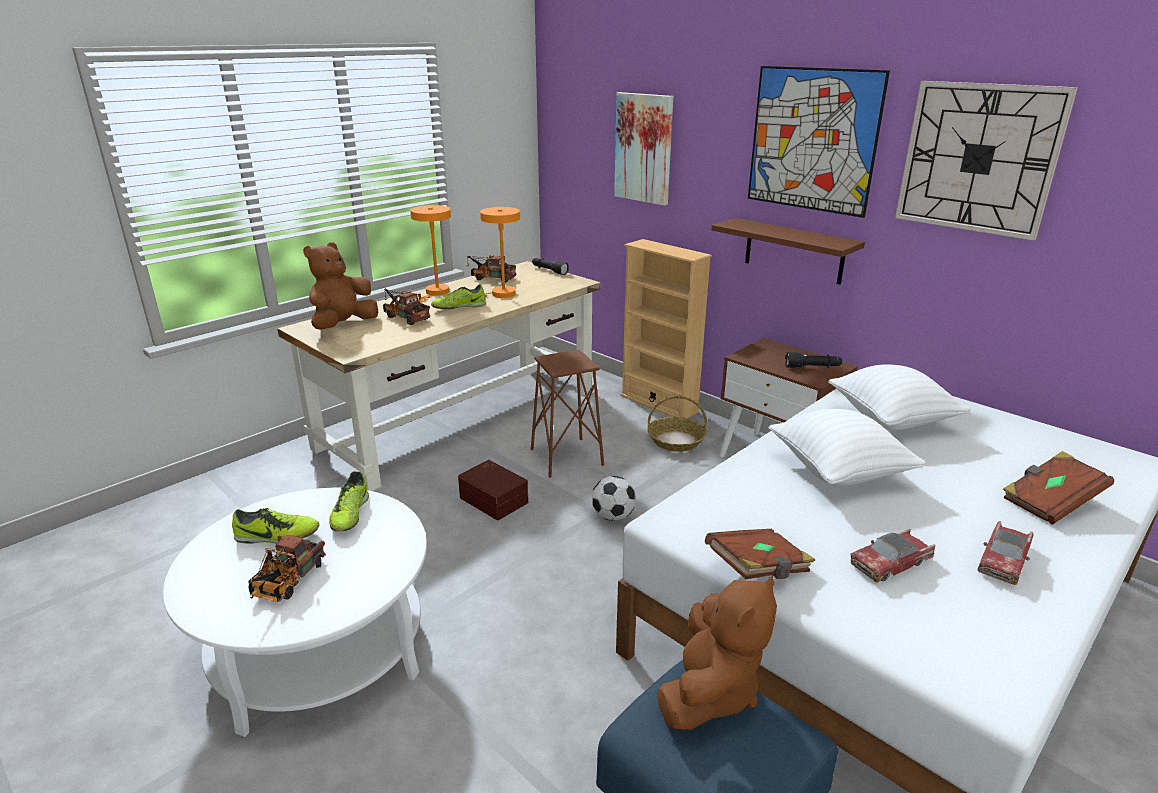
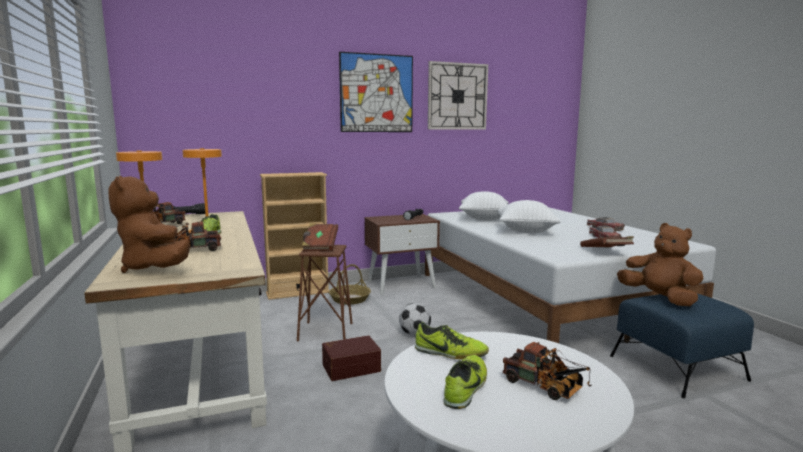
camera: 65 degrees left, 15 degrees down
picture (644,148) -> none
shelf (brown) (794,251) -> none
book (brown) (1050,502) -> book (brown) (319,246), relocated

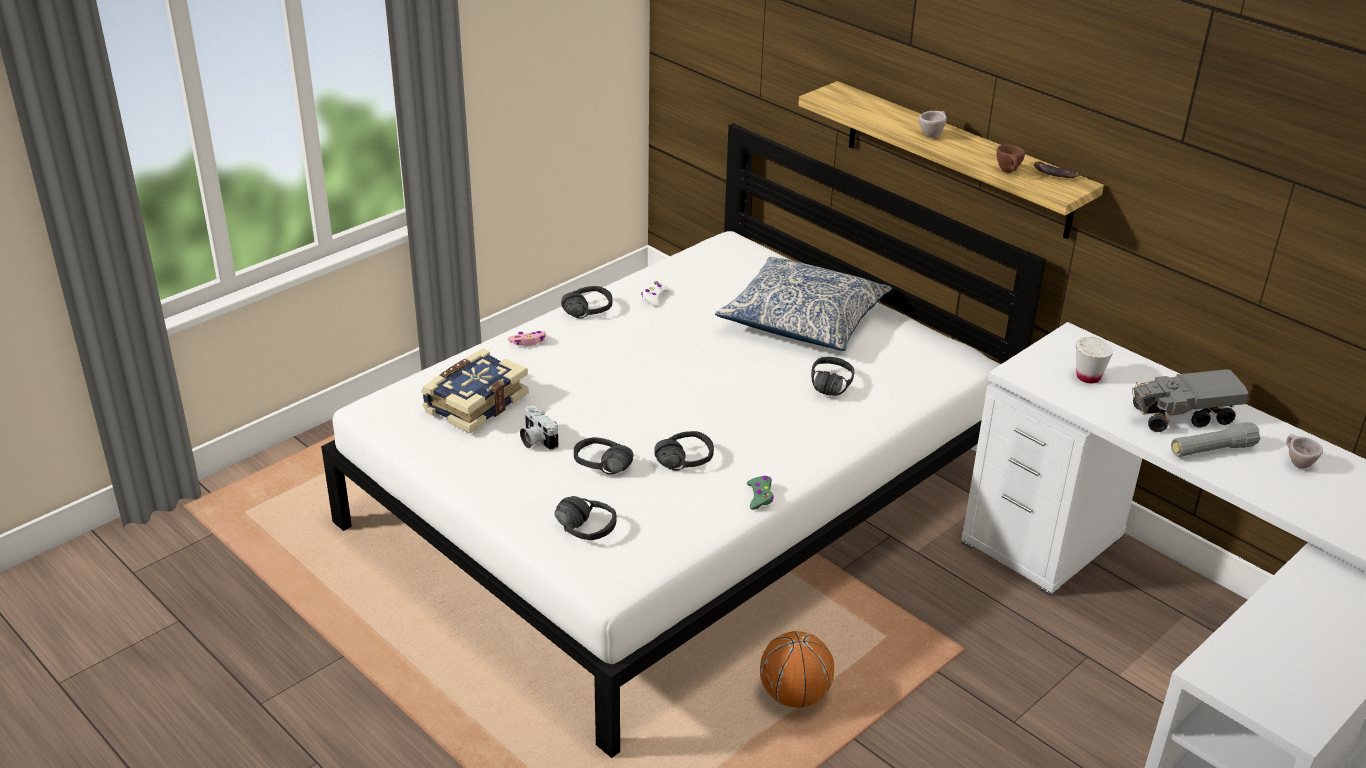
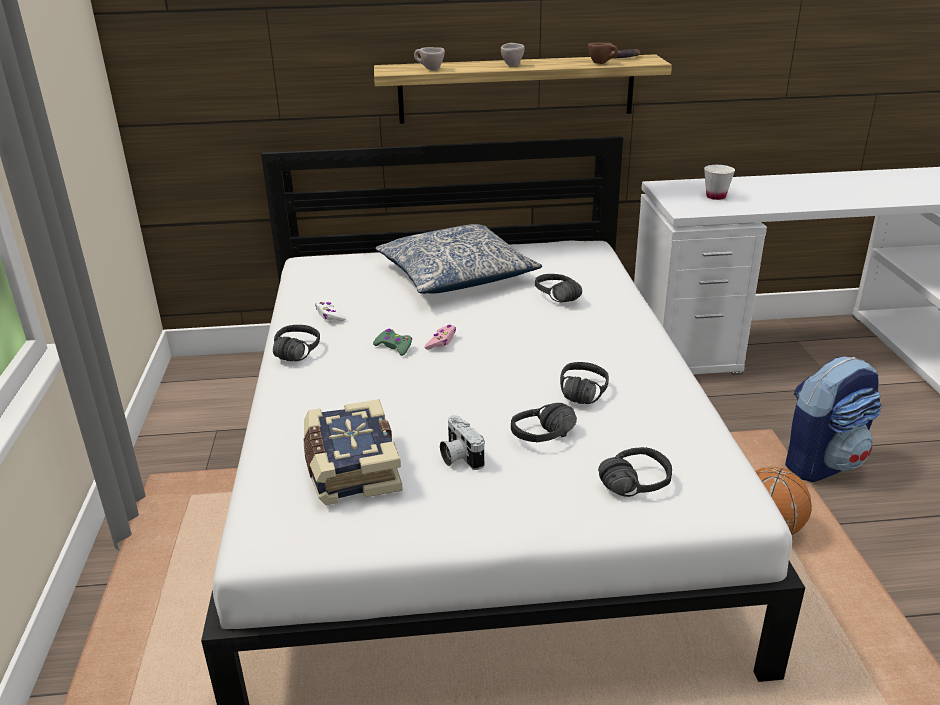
camera: 50 degrees left, 5 degrees down
game controller (pink) (528,342) -> game controller (pink) (441,342), relocated
photo camera (536,440) -> photo camera (458,456), 60 degrees clockwise
game controller (green) (760,496) -> game controller (green) (394,347), relocated
toy truck (1181,416) -> none
flashlight (grey) (1212,450) -> none
cup (beige) (1296,463) -> cup (beige) (429,69), relocated
none -> backpack (822,462)

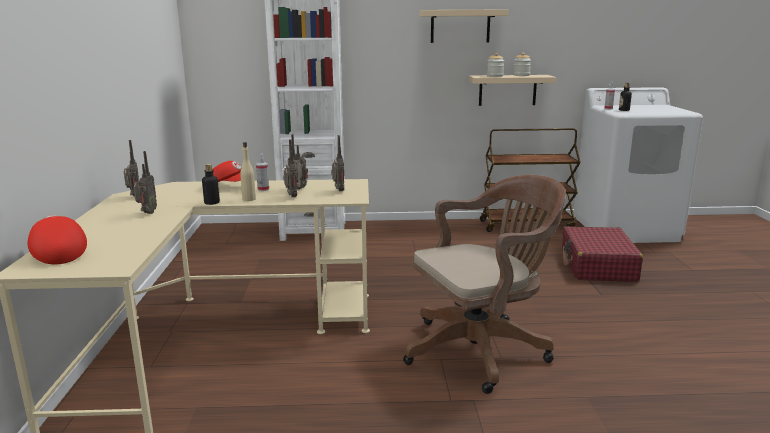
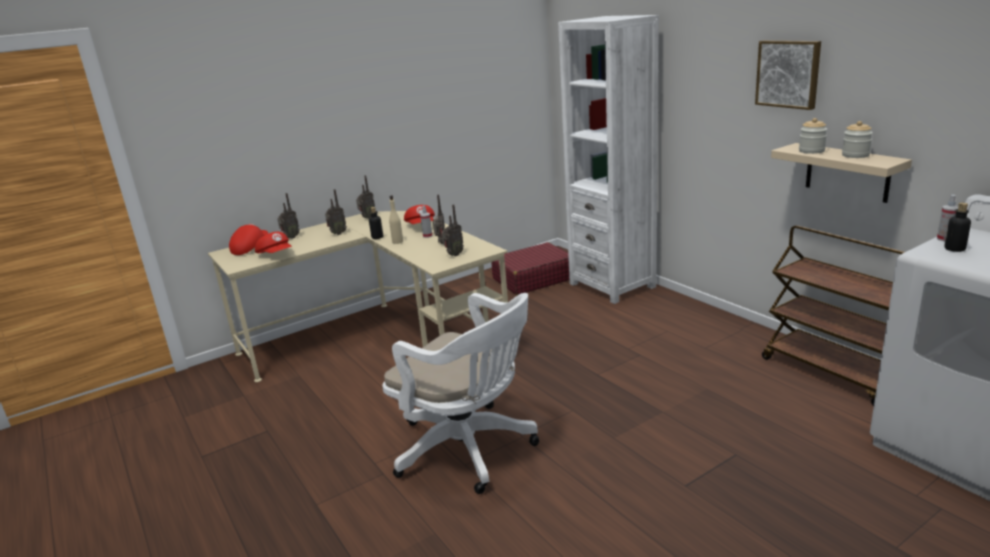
camera: 60 degrees right, 5 degrees up
radio (291,197) -> radio (290,238), relocated
office chair (brown) (481,349) -> office chair (white) (470,450)
shelf (beige) (460,26) -> picture (788,73)
suitcase (red) (597,266) -> suitcase (red) (533,279), relocated
none -> cap (red) (276,254)

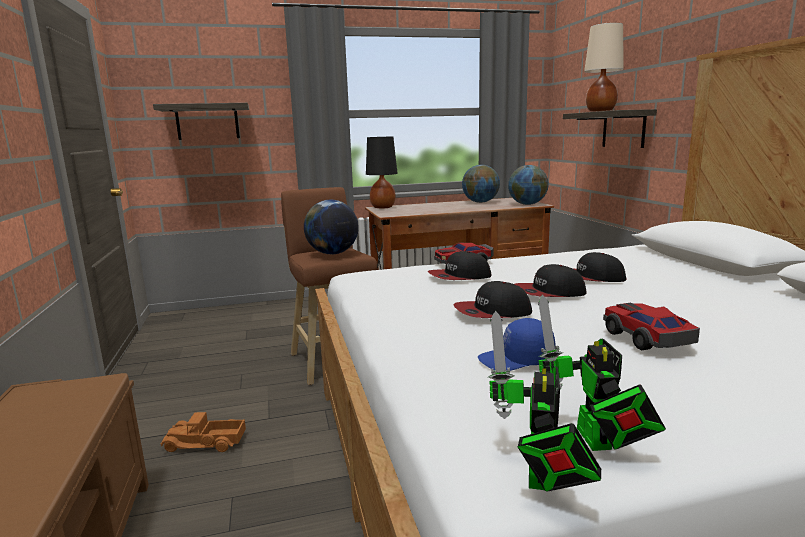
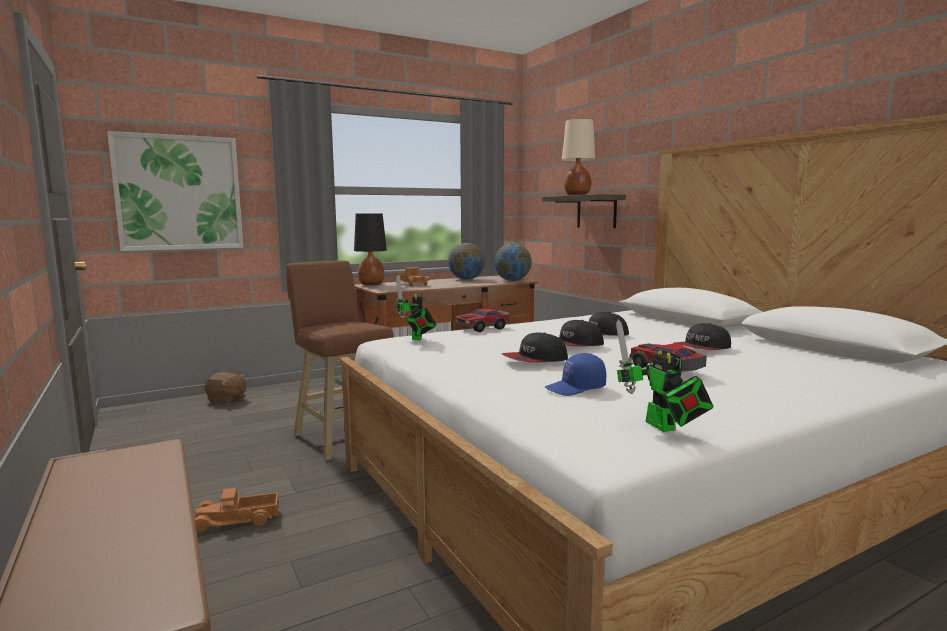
camera: 15 degrees left, 5 degrees down
shelf (207,122) -> picture (179,193)
globe (332,253) -> none
cap (459,277) -> cap (702,348), relocated
toy robot (539,480) -> toy robot (416,339), relocated
none -> plush toy (brown) (227,400)
none -> toy truck (412,284)

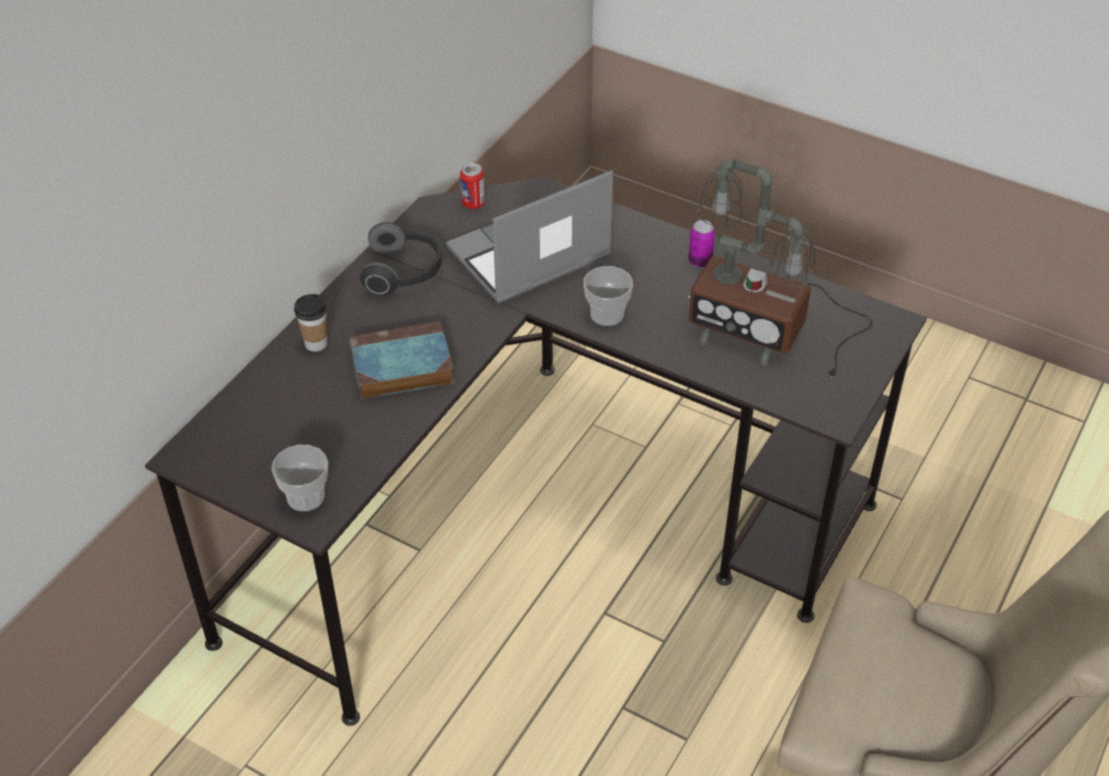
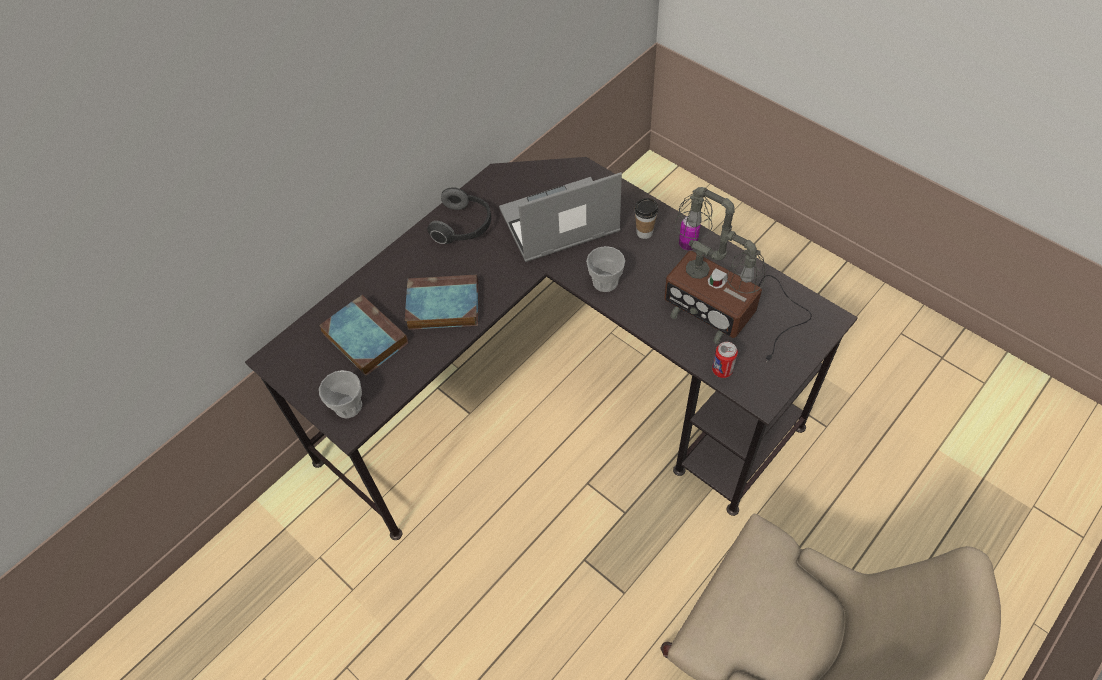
camera: 15 degrees right, 10 degrees up
cup (316,343) -> cup (644,232), relocated
can (473,204) -> can (722,370), relocated
none -> book (363,338)

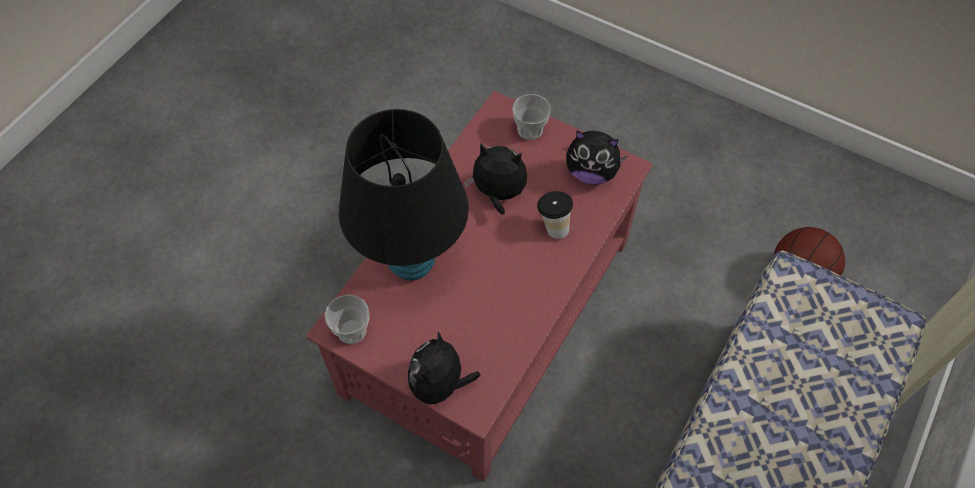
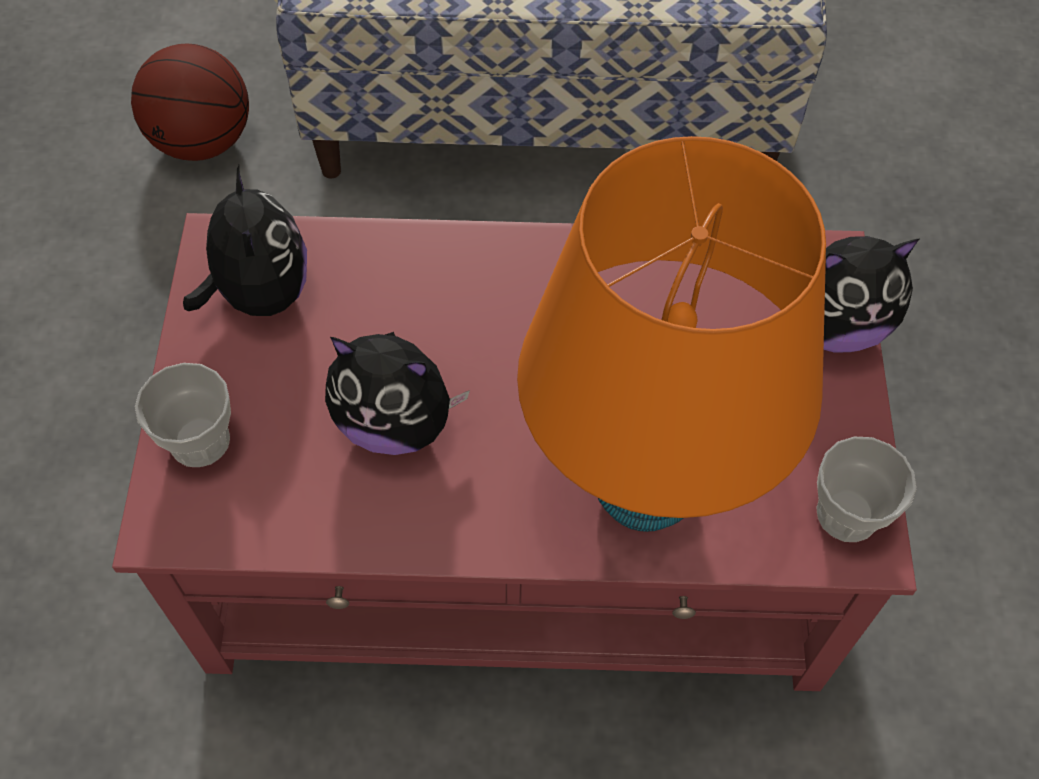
camera: 120 degrees left, 0 degrees up
table lamp (black) (411,262) -> table lamp (orange) (644,492)
plush toy (498,193) -> plush toy (396,422), 60 degrees counterclockwise
cup (553,226) -> none

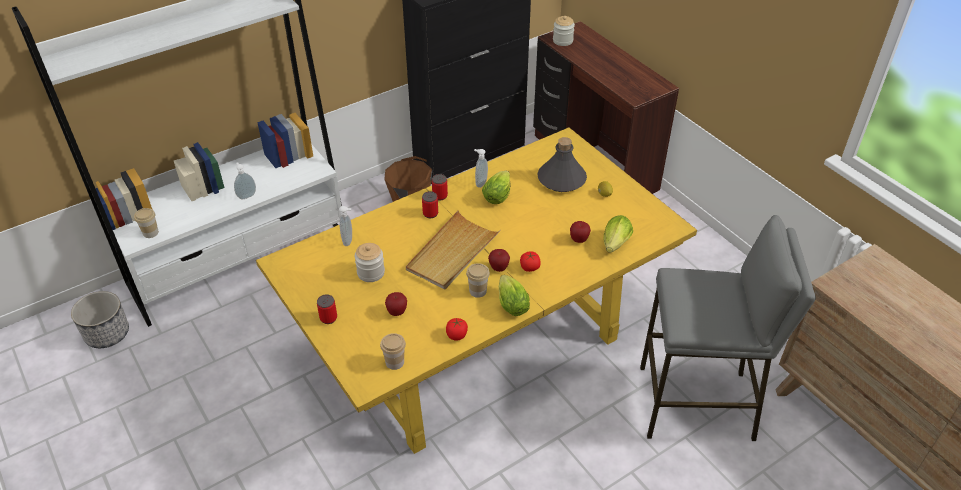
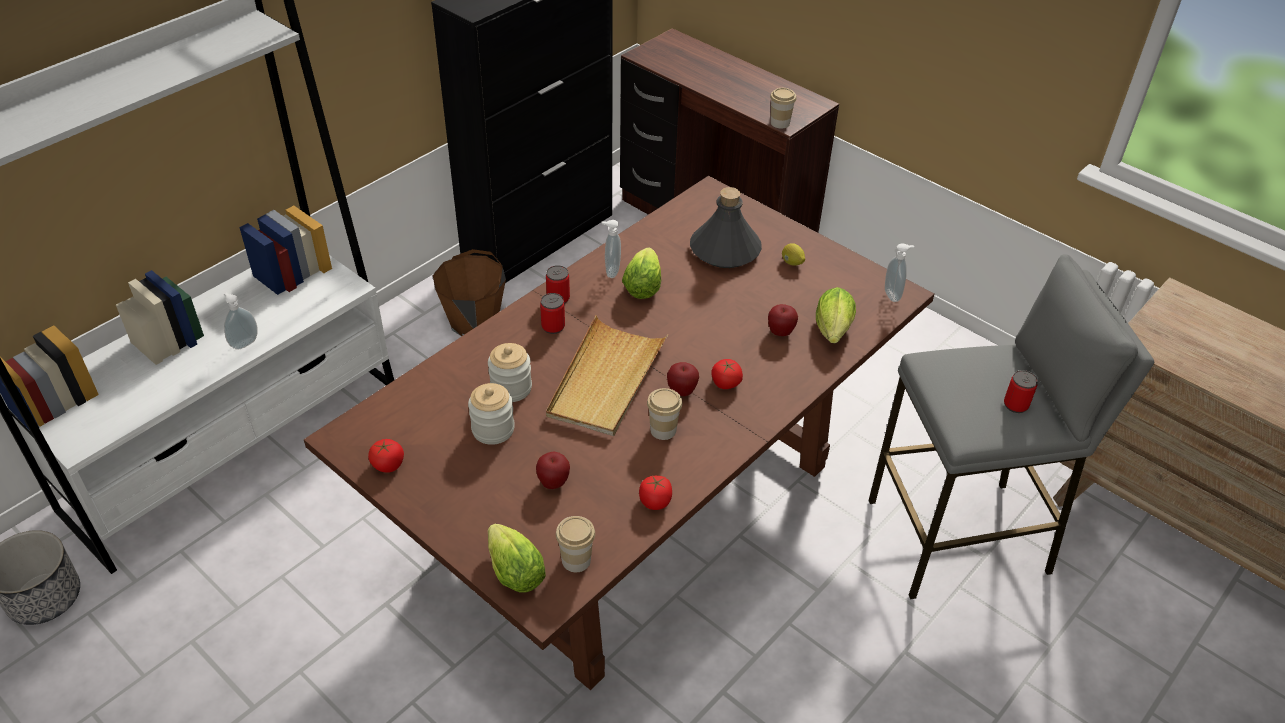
camera: 15 degrees left, 0 degrees up
cup (150,233) -> cup (780,123), relocated
dining table (yellow) (479,347) -> dining table (brown) (636,512)
can (328,318) -> can (1015,405), relocated
soap dispenser (349,241) -> soap dispenser (893,295), relocated
lettuce (511,303) -> lettuce (513,569), relocated
jar (562,41) -> jar (511,388), relocated
none -> tomato (388,464)

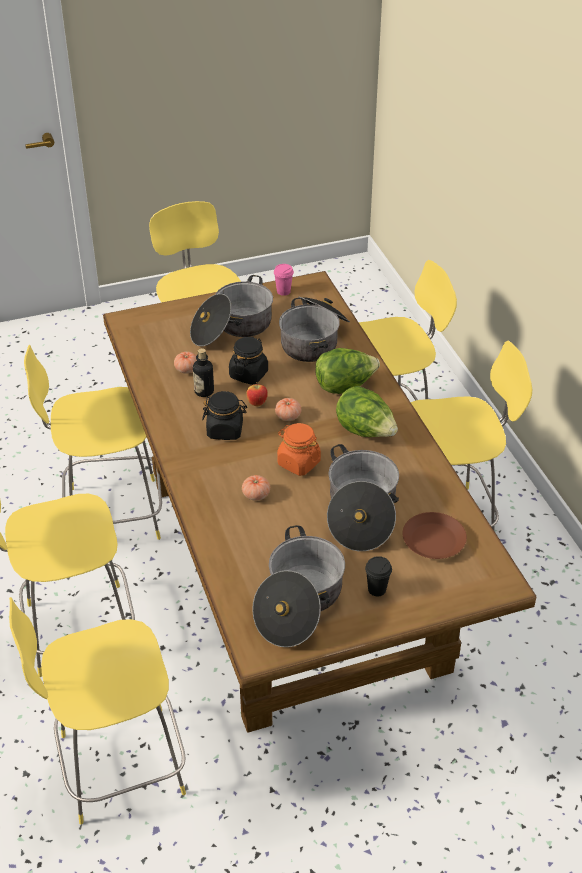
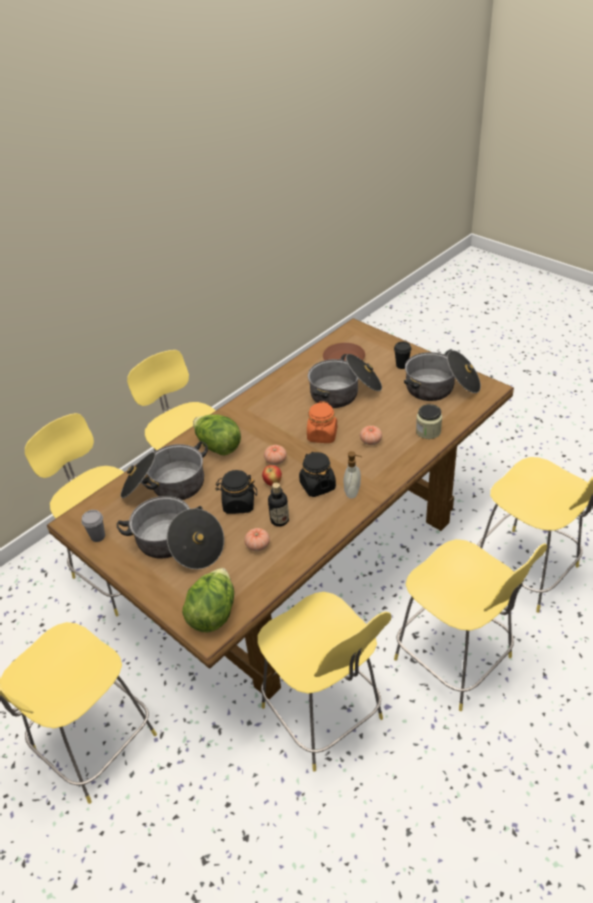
camera: 115 degrees left, 0 degrees up
cup (pink) (283,291) -> cup (grey) (98,536)
lettuce (365,431) -> lettuce (213,613), relocated
none -> soap dispenser (353,492)
none -> jar (428,431)

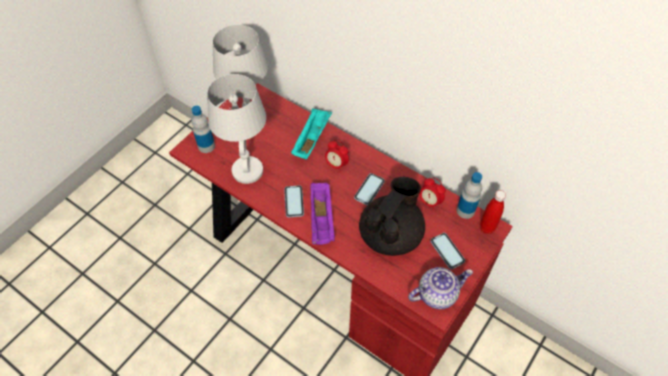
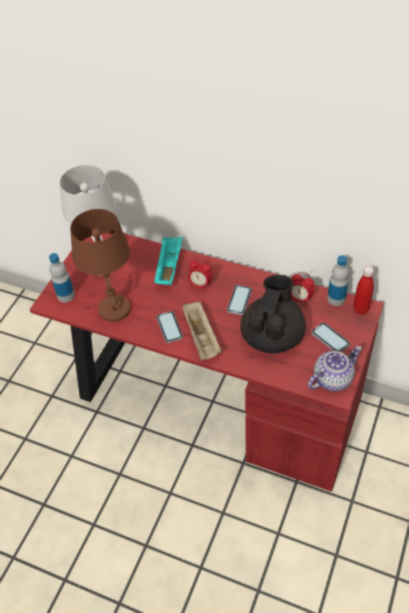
camera: 10 degrees left, 5 degrees down
table lamp (white) (248,171) -> table lamp (brown) (115,309)
tray (purple) (322,220) -> tray (beige) (202,338)

